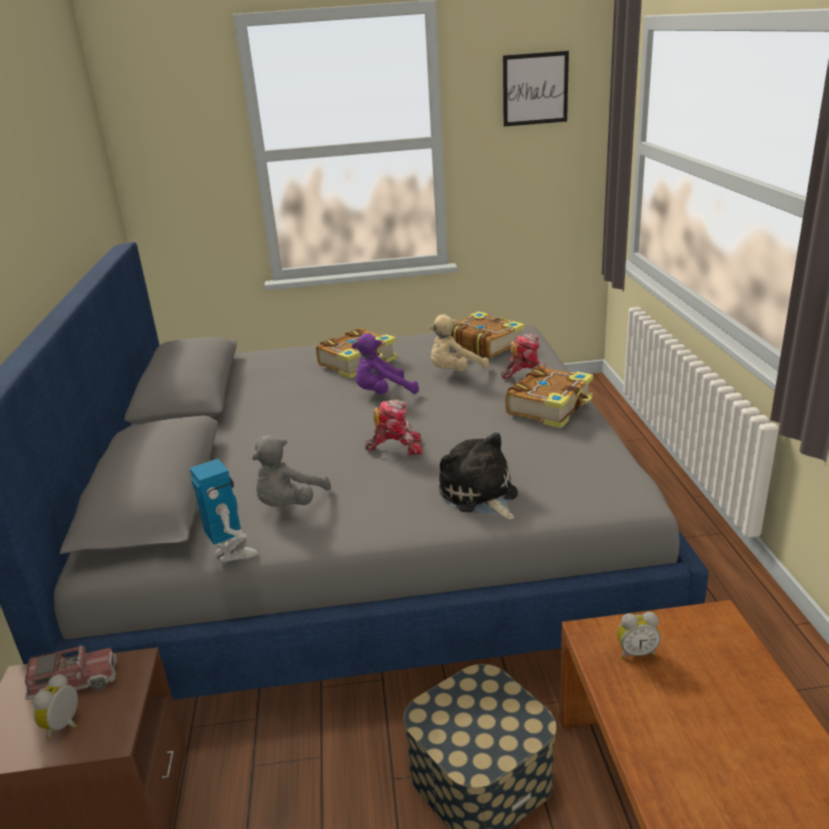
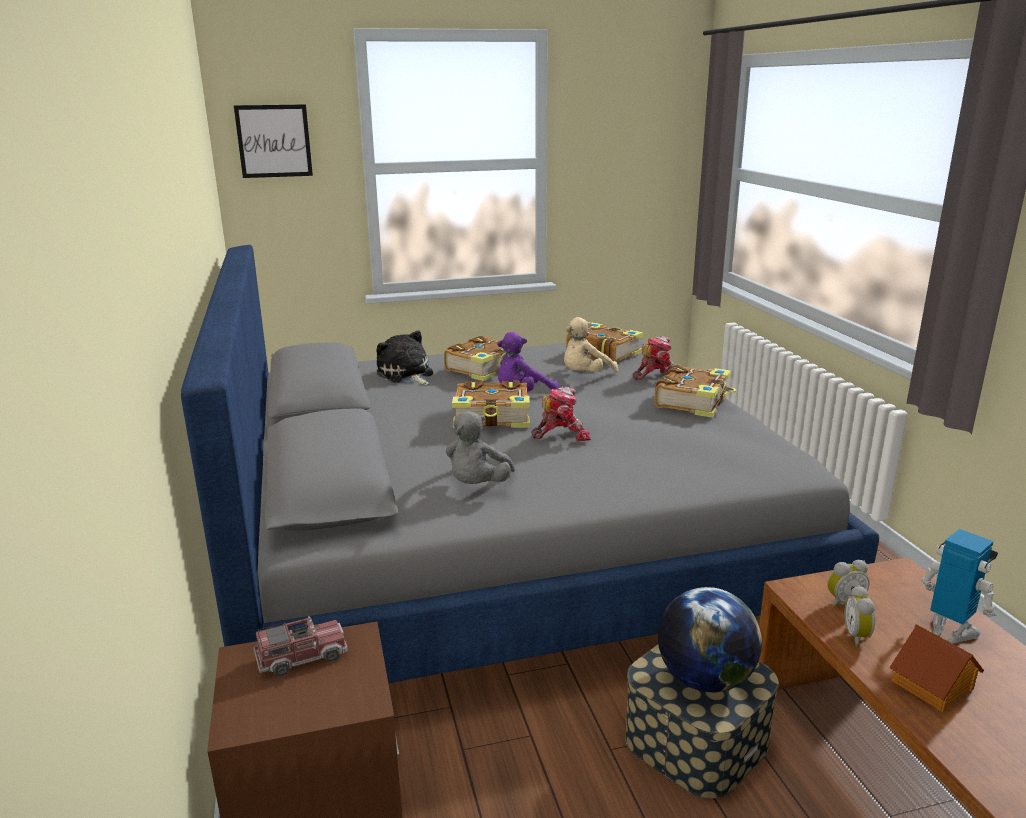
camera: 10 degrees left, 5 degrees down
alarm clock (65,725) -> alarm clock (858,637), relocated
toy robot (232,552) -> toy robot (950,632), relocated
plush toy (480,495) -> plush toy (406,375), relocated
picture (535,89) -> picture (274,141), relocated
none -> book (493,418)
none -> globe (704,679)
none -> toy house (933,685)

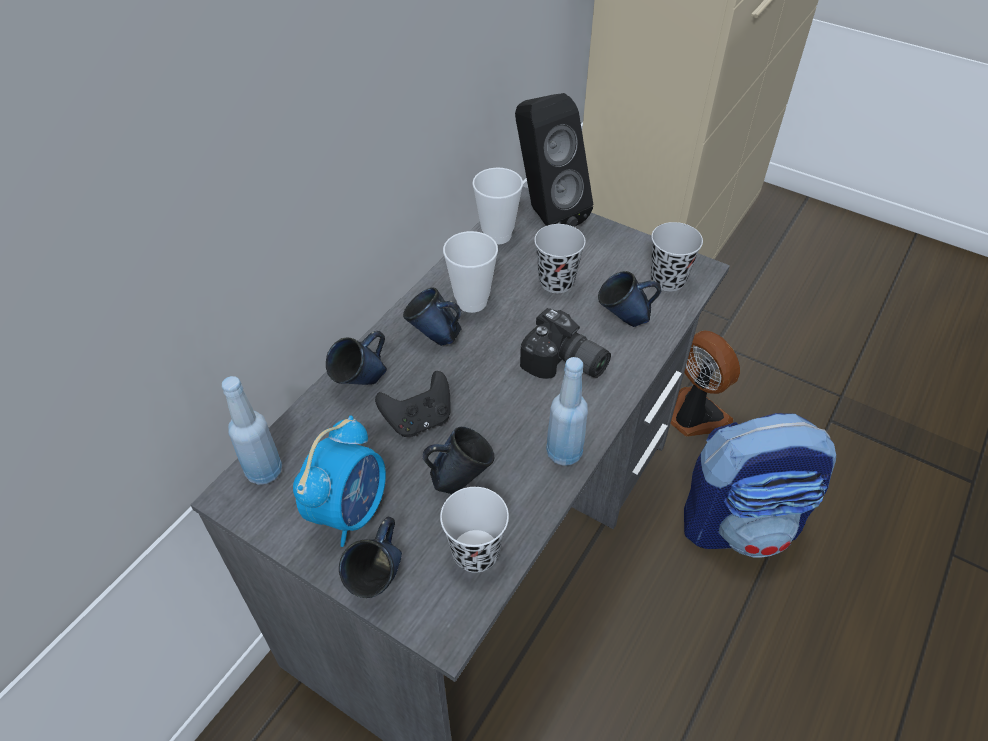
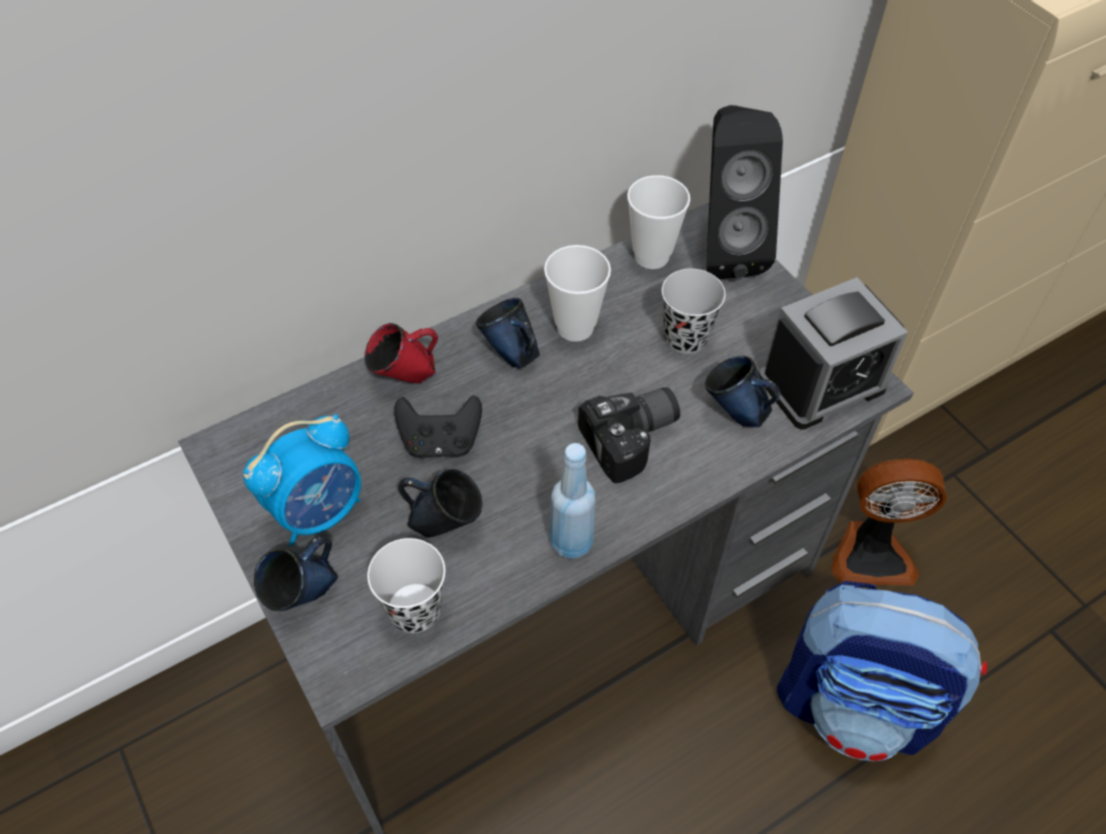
camera: 25 degrees right, 5 degrees up
bottle (blue) (264,471) -> none
mug (blue) (362,384) -> mug (red) (406,379)
photo camera (564,364) -> photo camera (633,440), 90 degrees counterclockwise
cup (black) (667,280) -> alarm clock (821,383)
fan (694,416) -> fan (871,553), 105 degrees clockwise

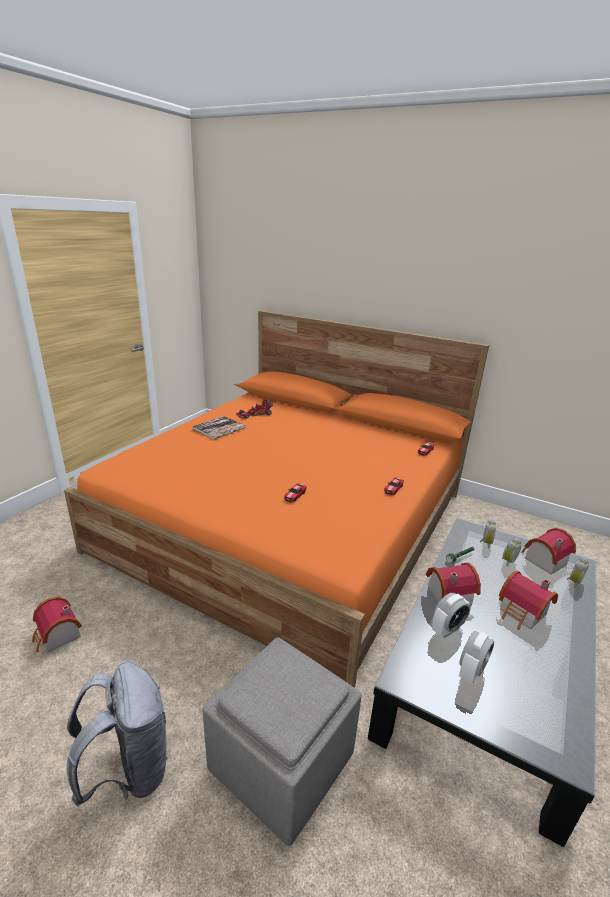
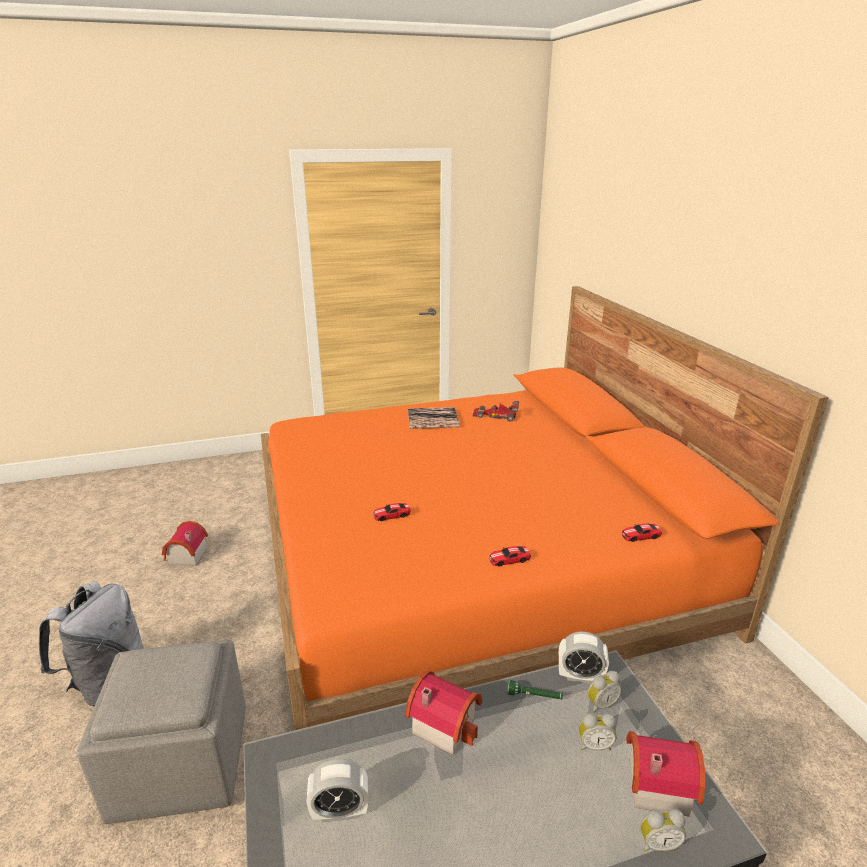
camera: 45 degrees right, 0 degrees up
alarm clock (447,629) -> alarm clock (580,676), relocated
toy house (522,614) -> none

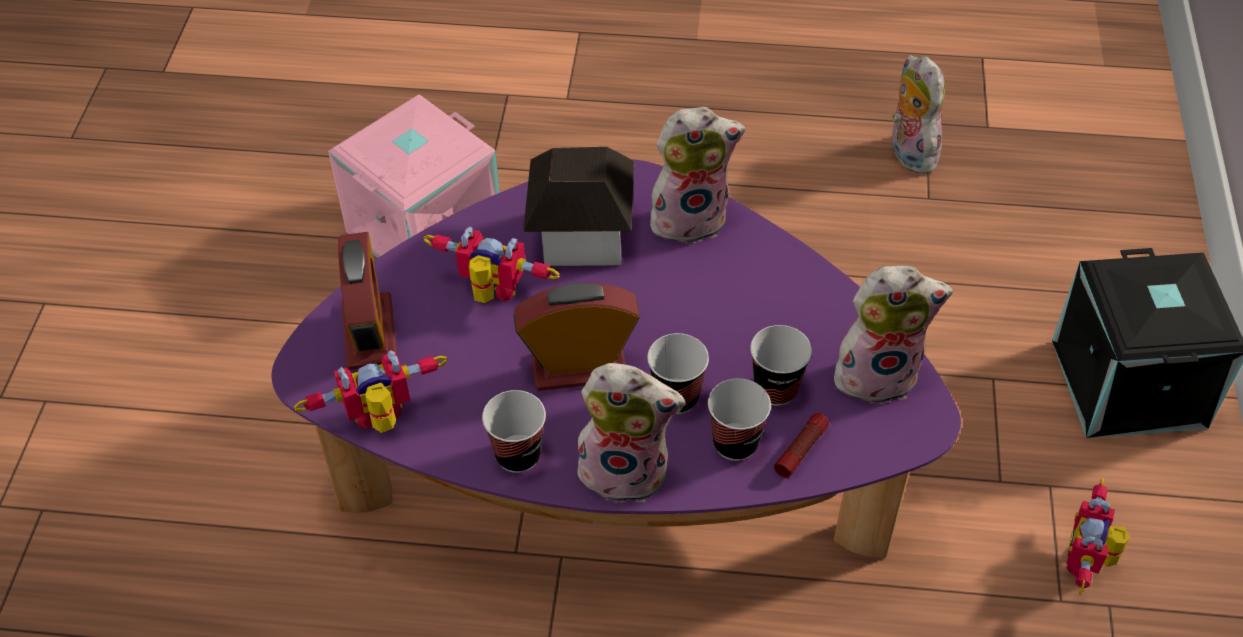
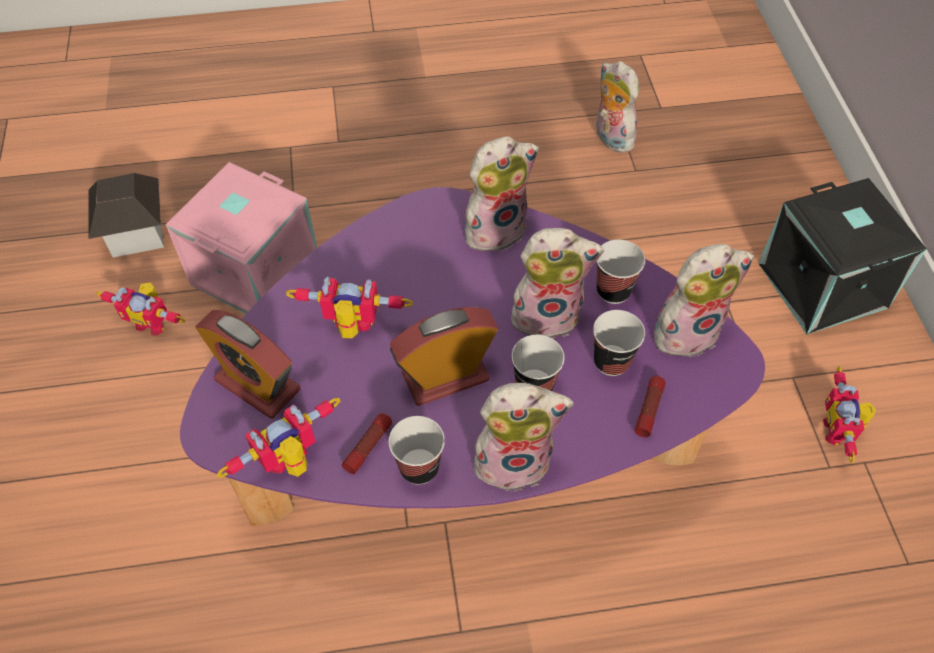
camera: 15 degrees left, 5 degrees up
alarm clock (369,333) -> alarm clock (257,385), 150 degrees clockwise
toy house (581,235) -> toy house (136,233), relocated
cup (735,443) -> cup (613,291), relocated
none -> toy robot (153,322)
none -> flashlight (368,446)
none -> plush toy (547,314)

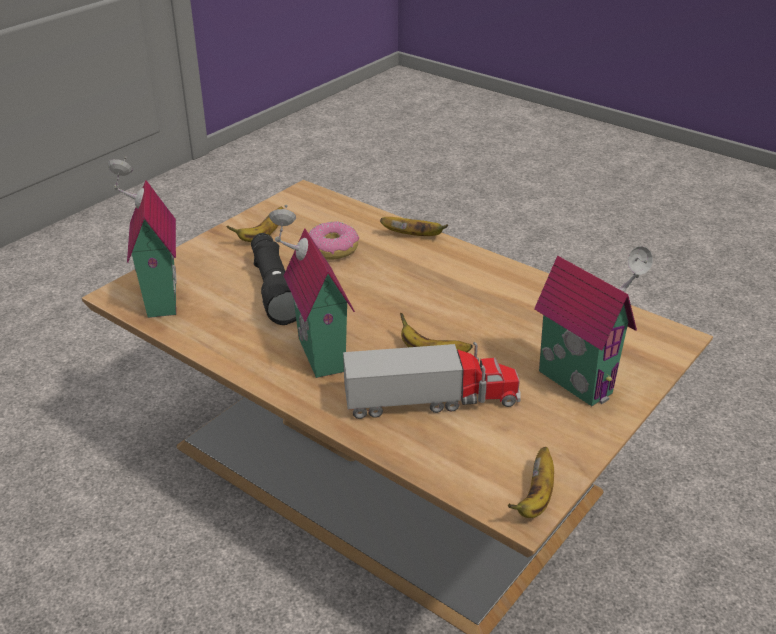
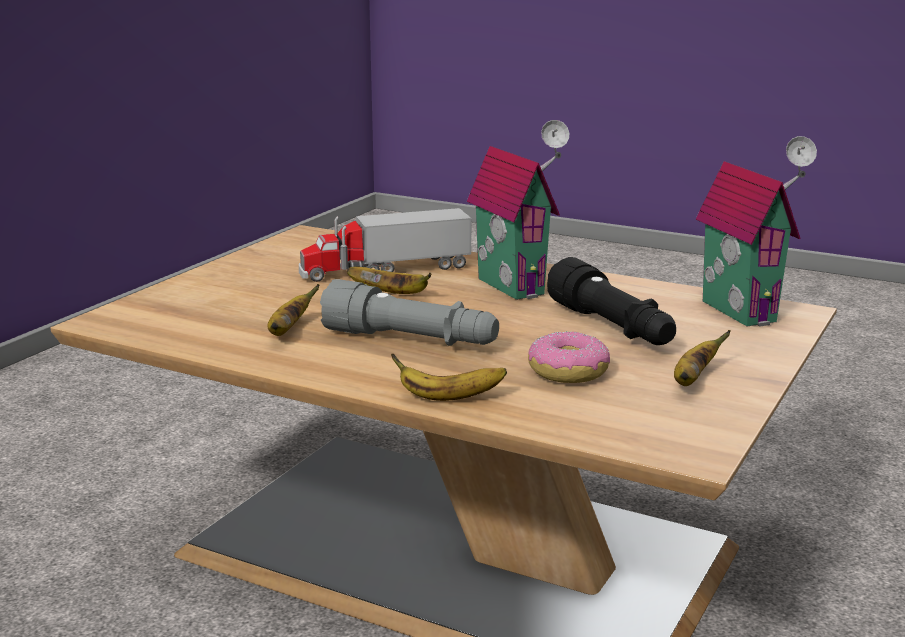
camera: 170 degrees right, 15 degrees down
banana (535,498) -> banana (288,330), relocated
toy house (579,380) -> none
none -> flashlight (grey) (411,340)

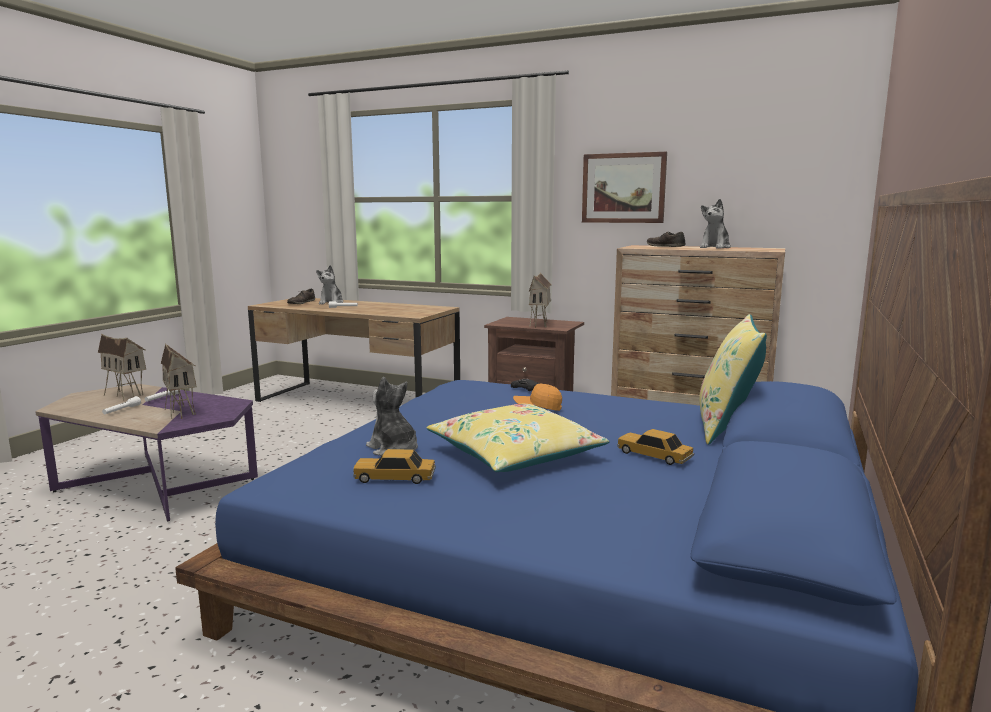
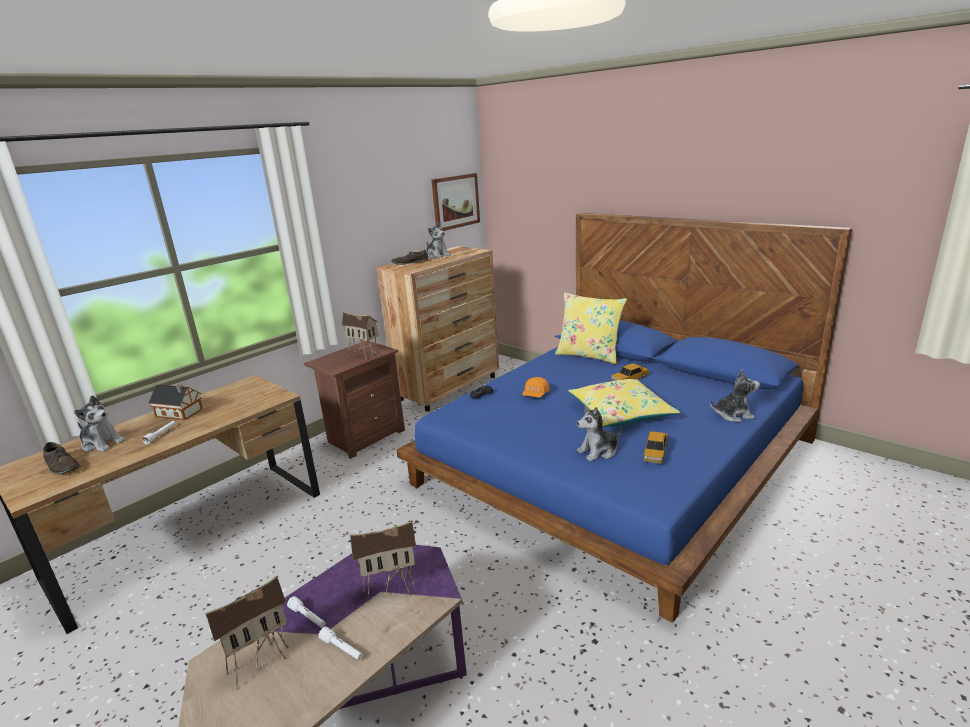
camera: 70 degrees left, 10 degrees up
picture (623,188) -> picture (455,201), relocated
none -> toy house (180,413)
none -> plush toy (733,415)

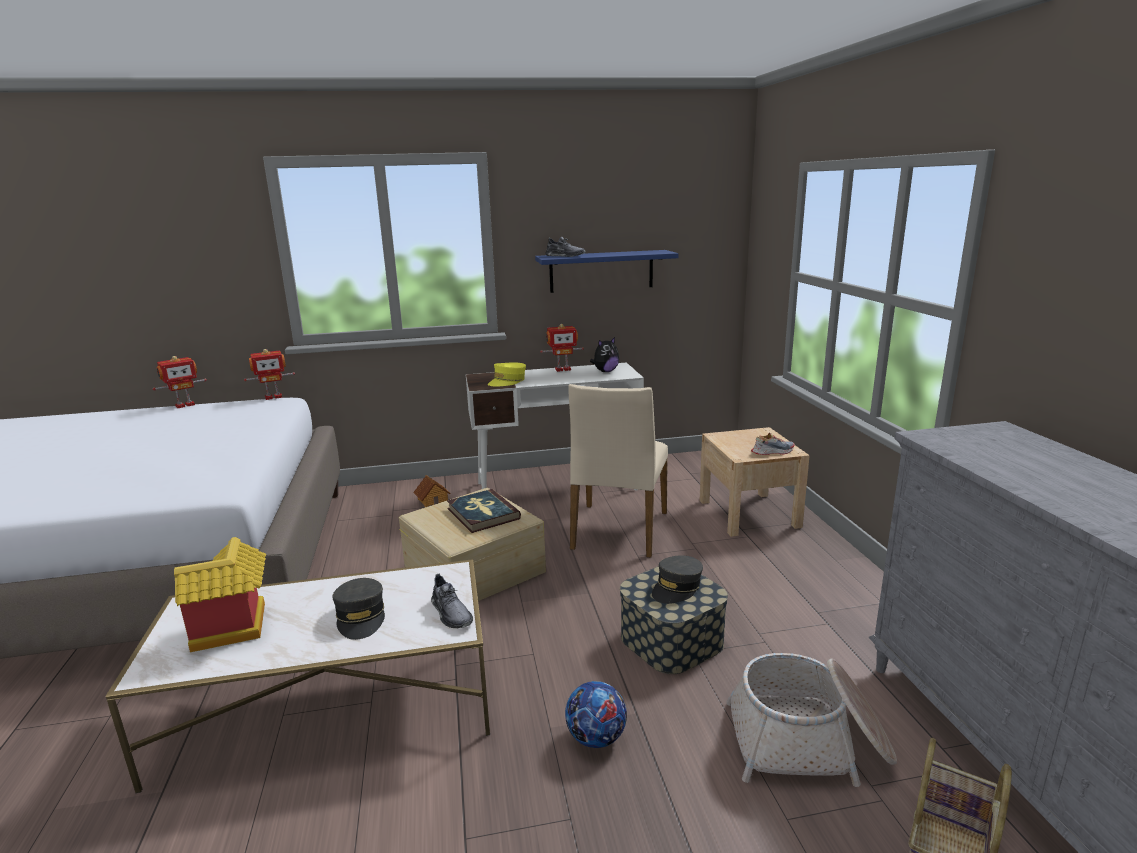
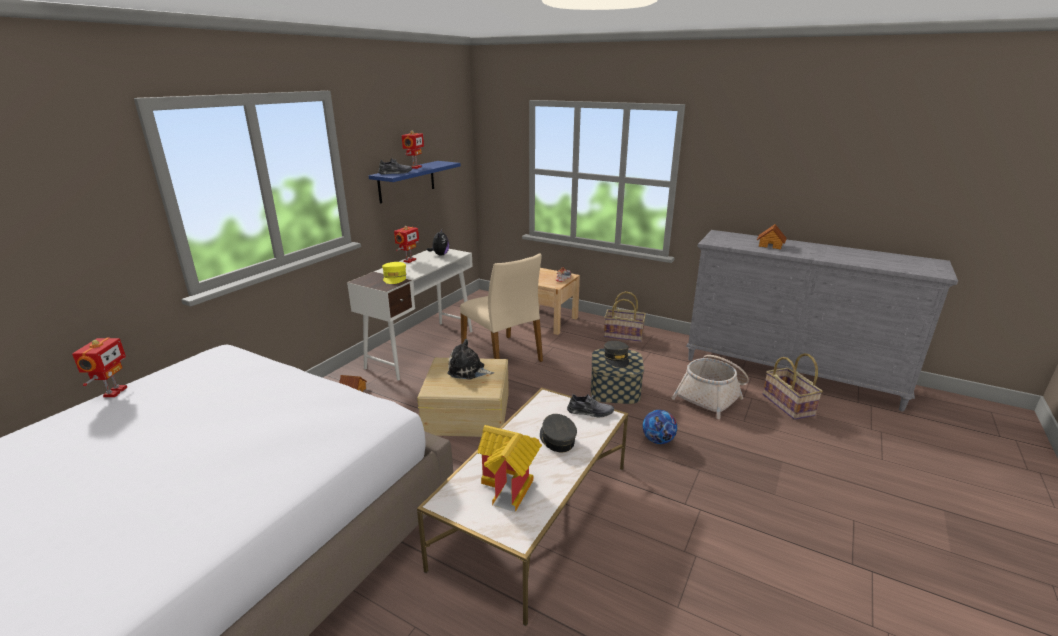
camera: 50 degrees left, 5 degrees up
toy robot (273,397) -> toy robot (415,167), relocated
cap (grey) (361,617) -> cap (grey) (557,439), 135 degrees counterclockwise
book (482,514) -> plush toy (468,371)
none -> basket (623,335)
none -> toy house (770,245)

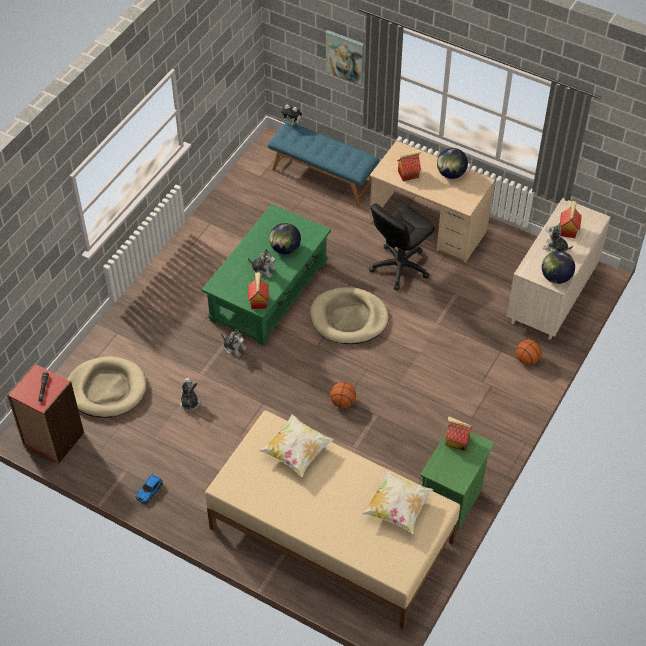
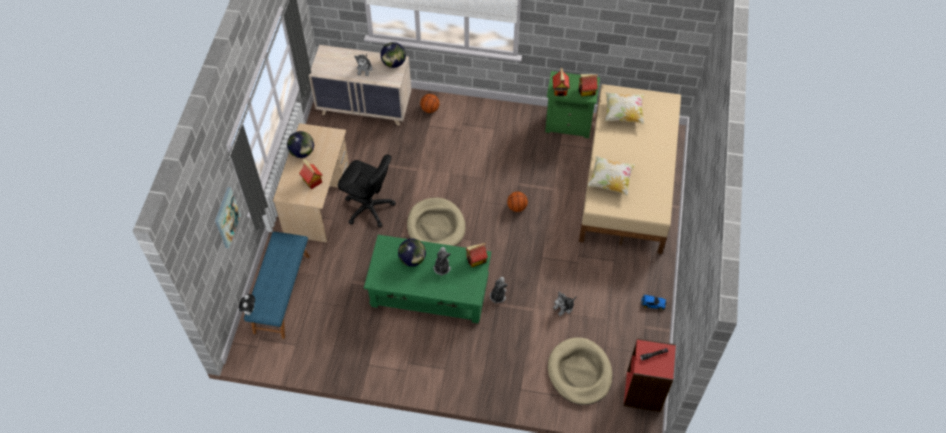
camera: 110 degrees left, 5 degrees up
toy house (568,230) -> toy house (586,91), relocated

